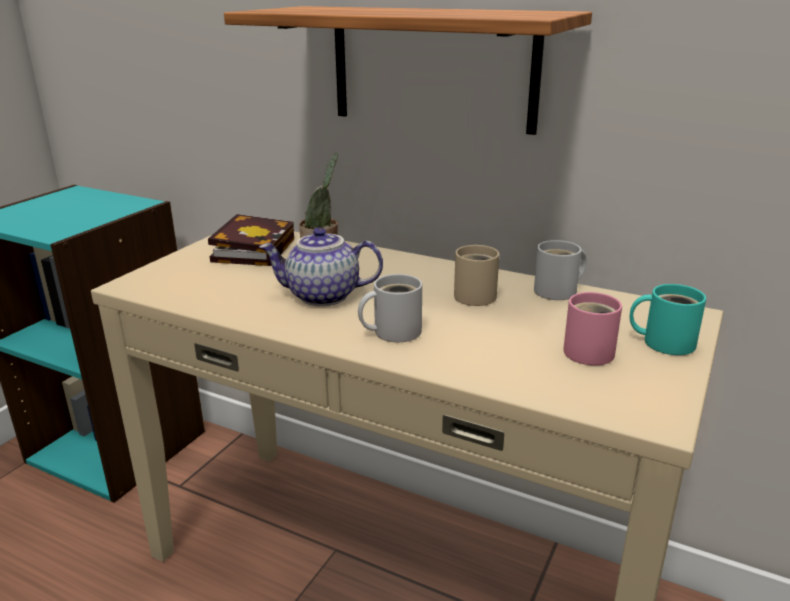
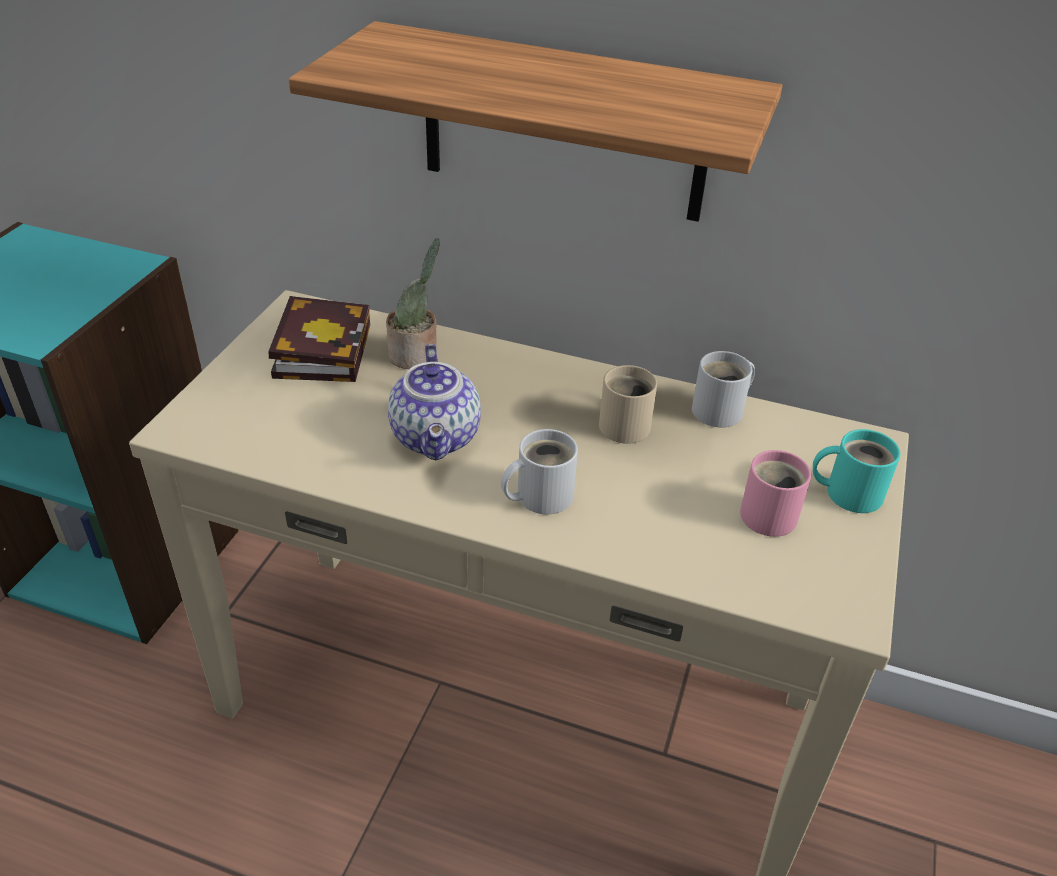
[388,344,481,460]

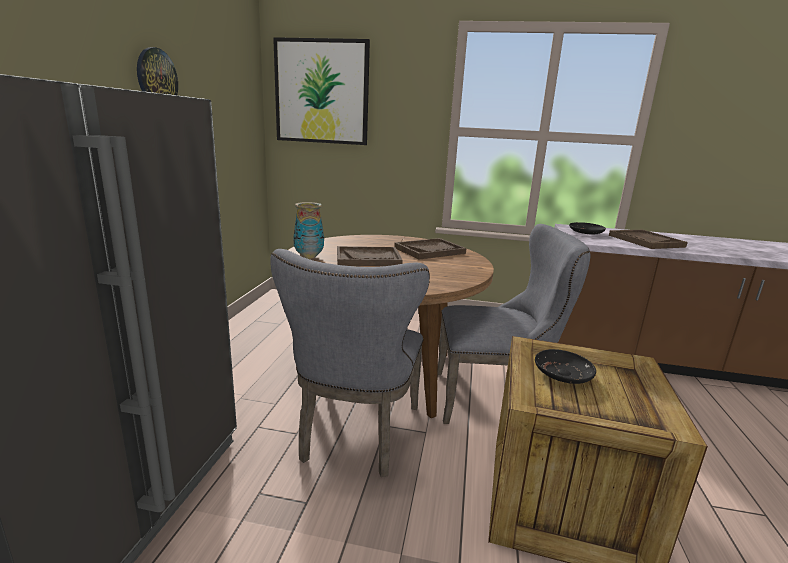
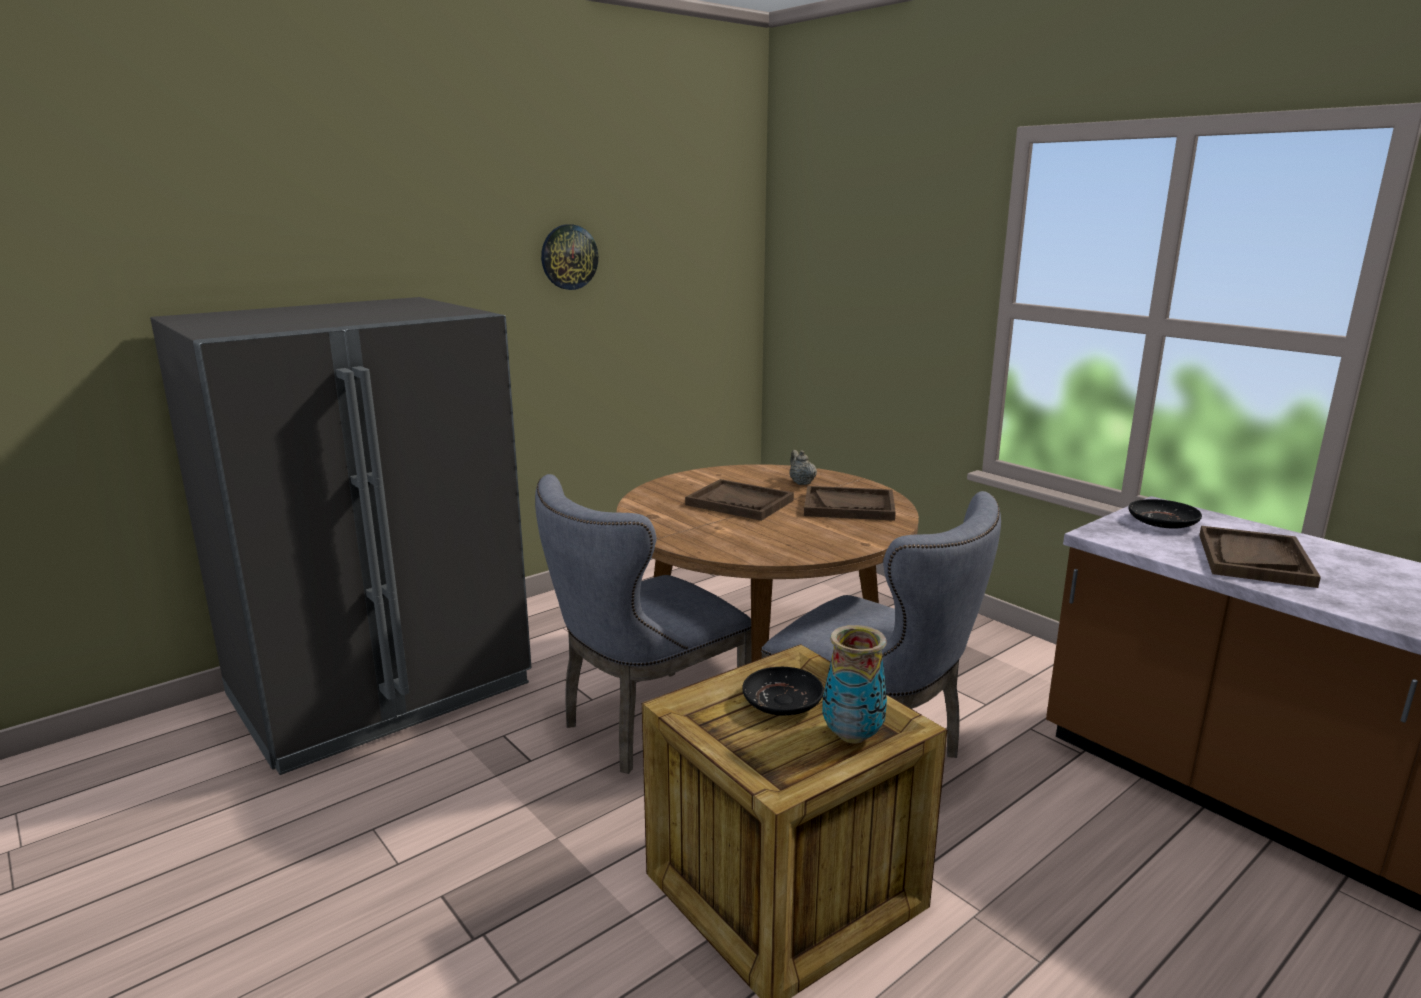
[273,37,370,145] (first image)
[822,625,887,744]
[789,450,817,485]

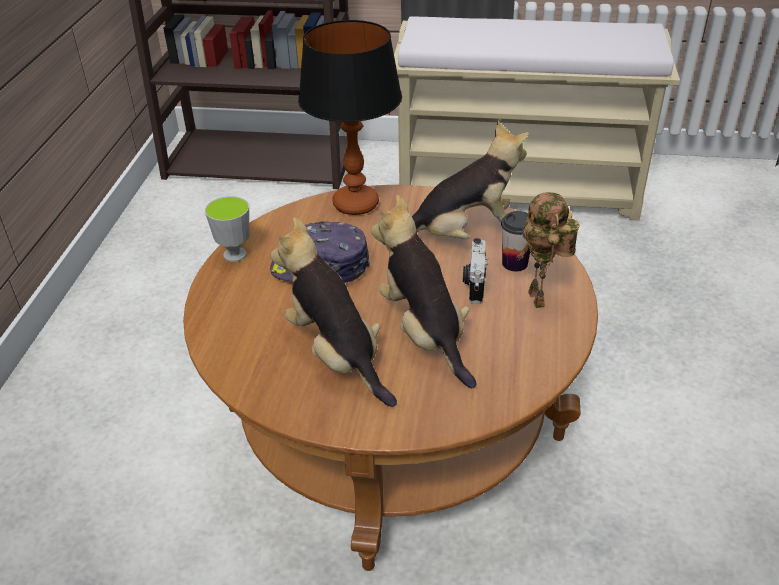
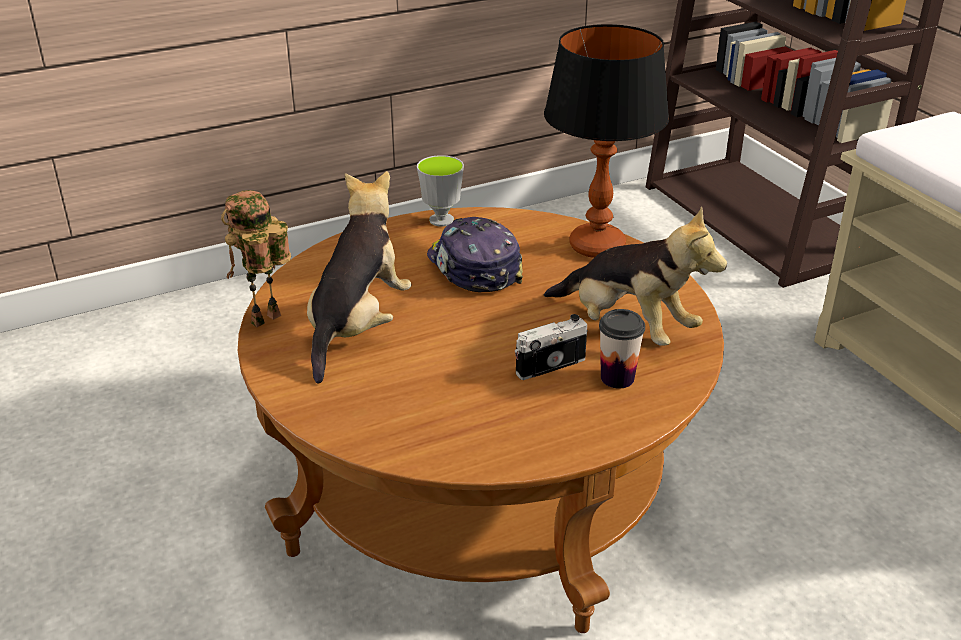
[371,195,476,388] (first image)
[221,190,291,328]

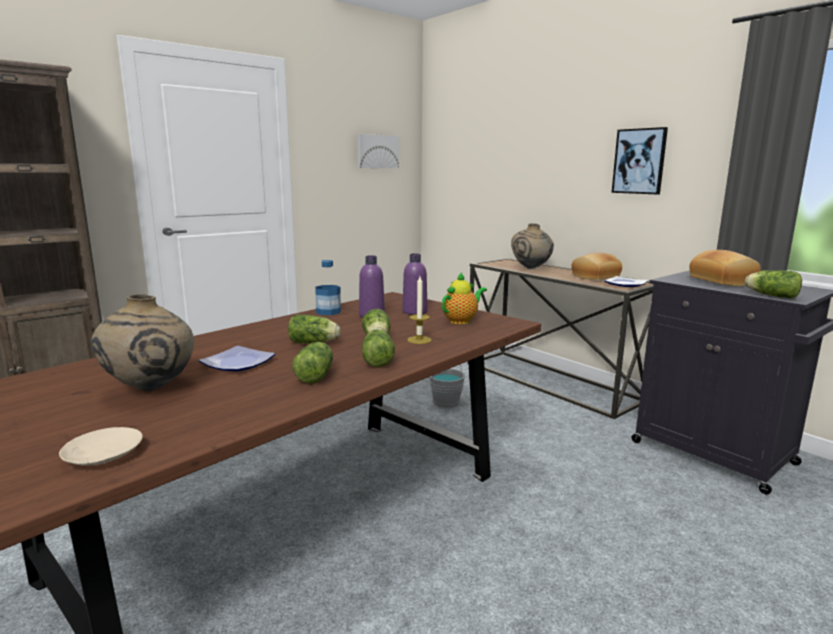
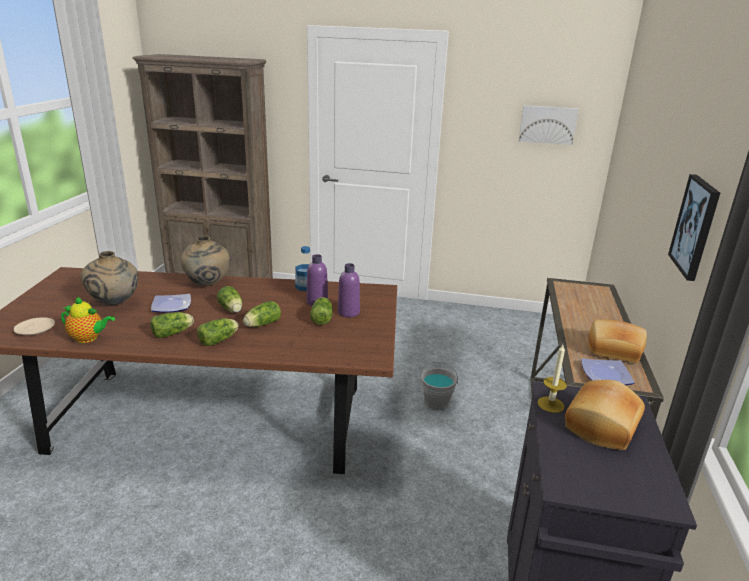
[538,345,567,413]
[61,297,115,343]
[181,236,231,286]
[310,297,333,325]

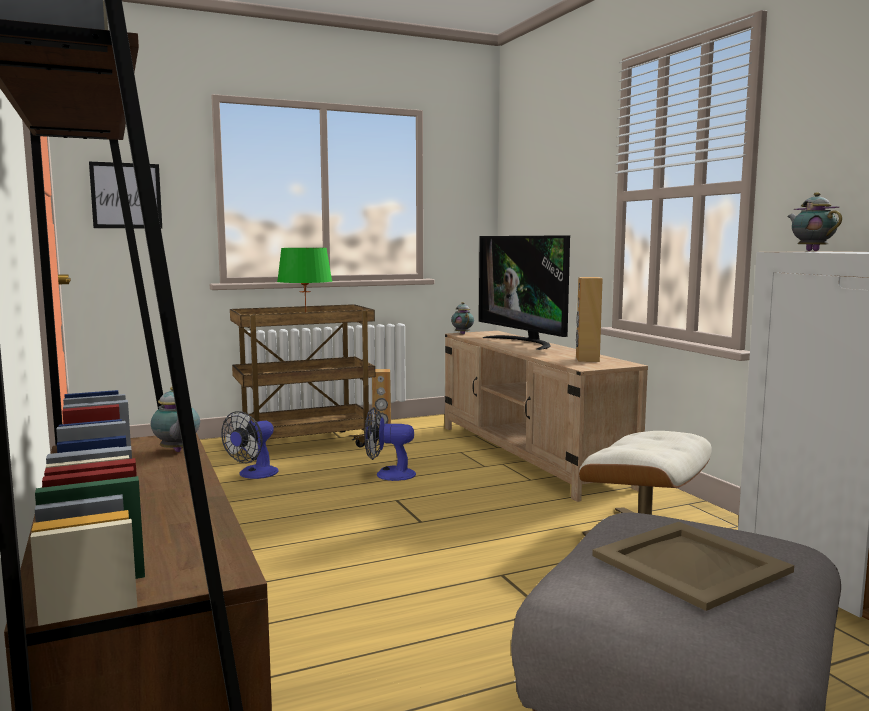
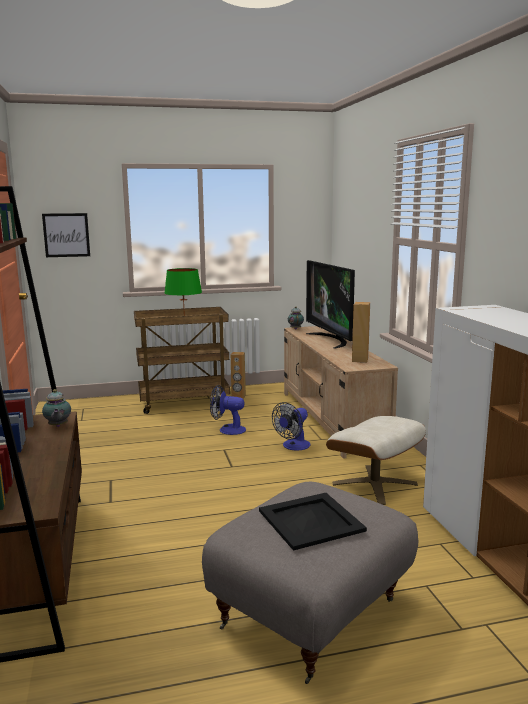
[272,402,310,451]
[259,493,367,551]
[787,192,842,251] (first image)

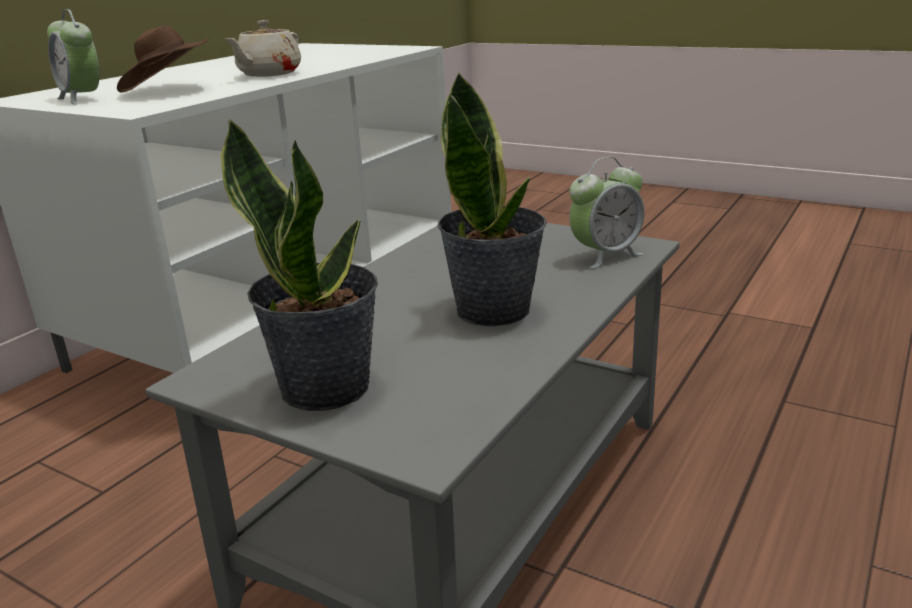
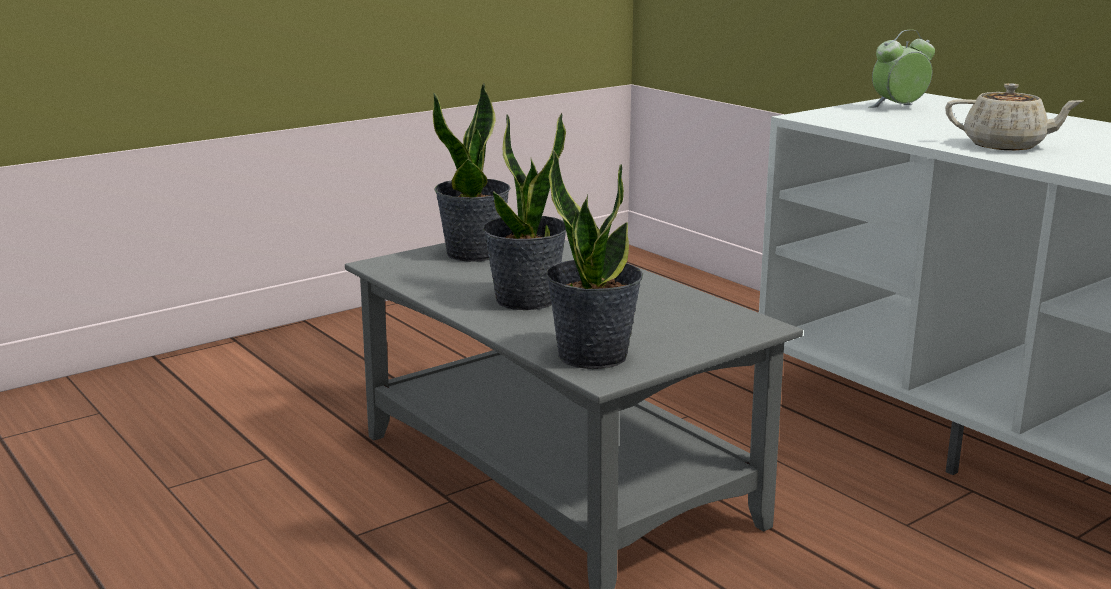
[117,26,209,93] (first image)
[945,83,1083,150]
[545,150,643,369]

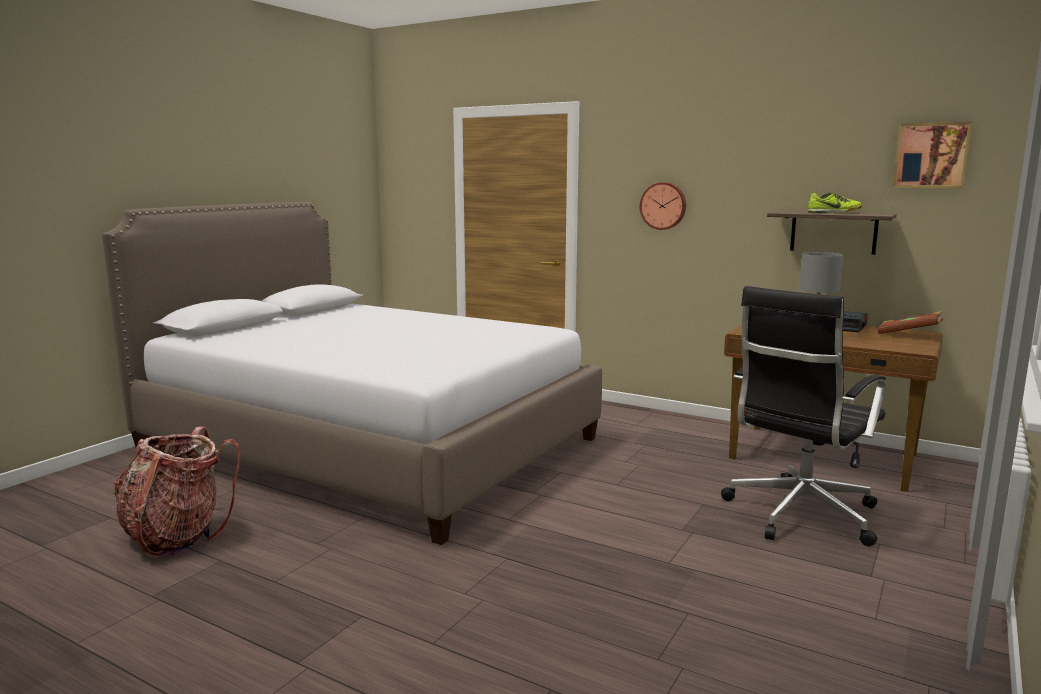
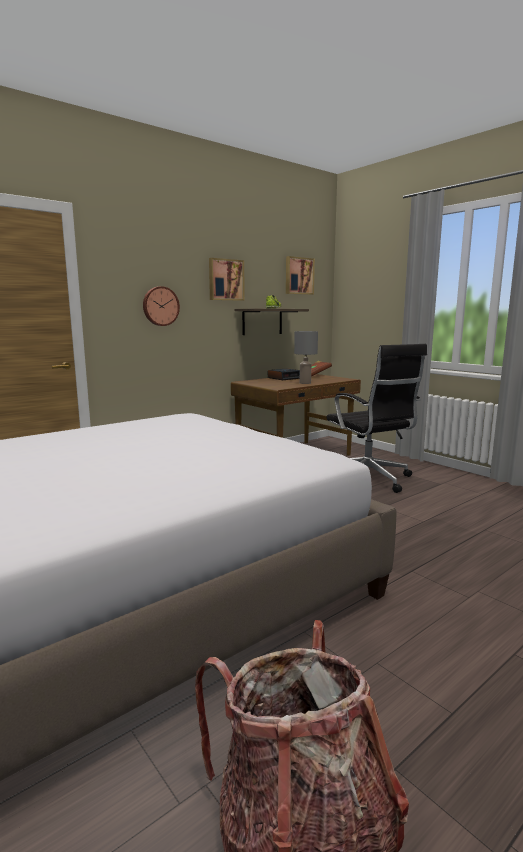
[209,258,245,301]

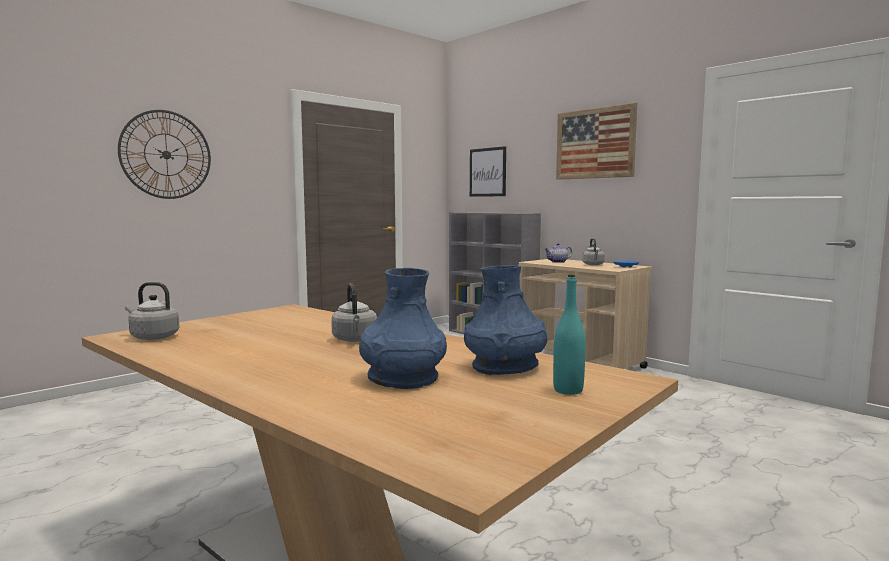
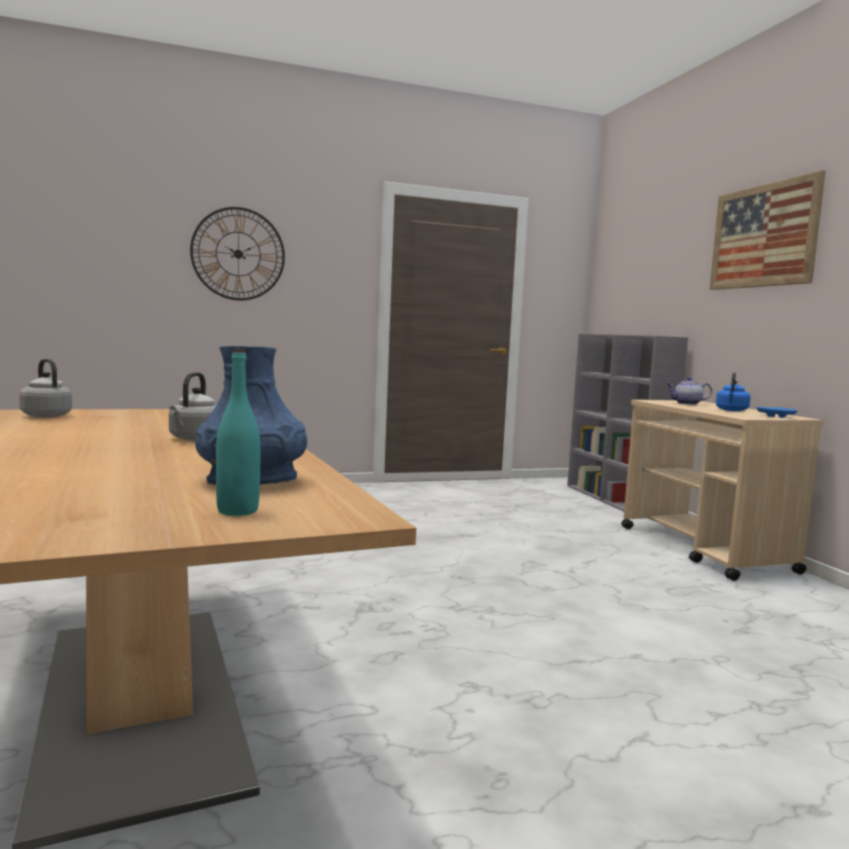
[359,268,447,389] (first image)
[470,146,506,197] (first image)
[716,372,751,411]

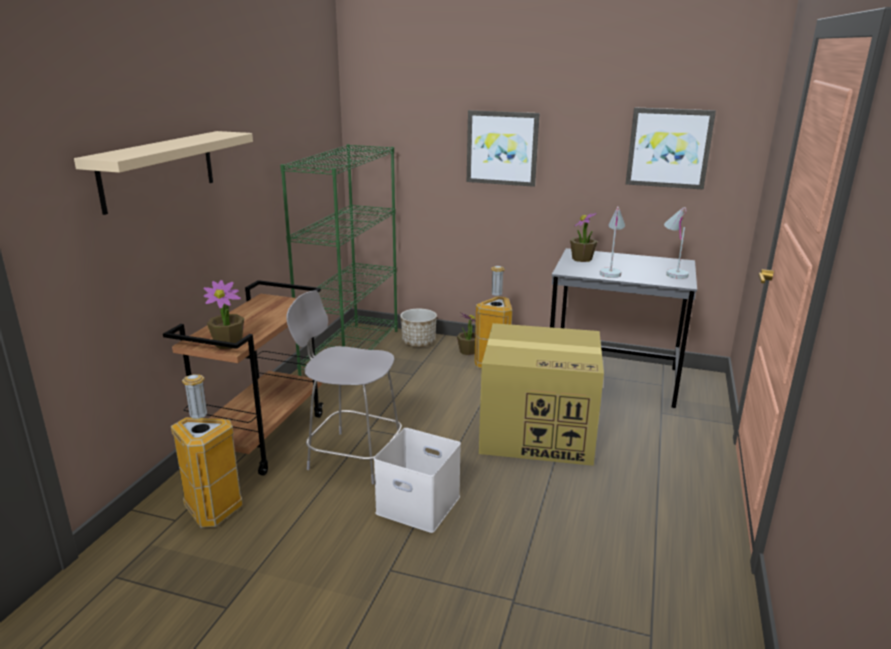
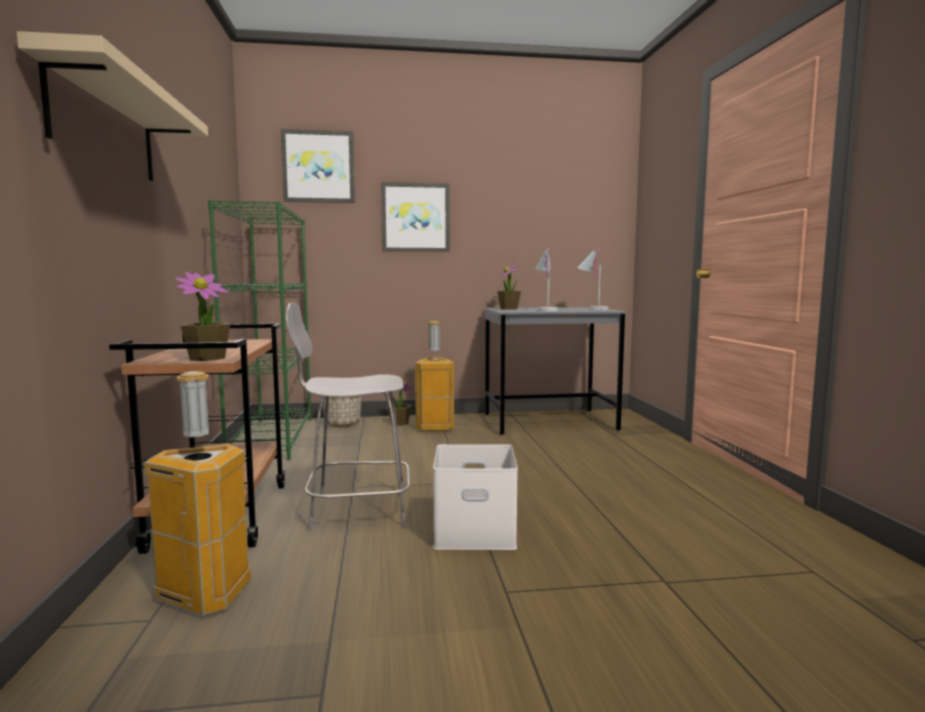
[479,323,604,466] (first image)
[281,129,355,203]

